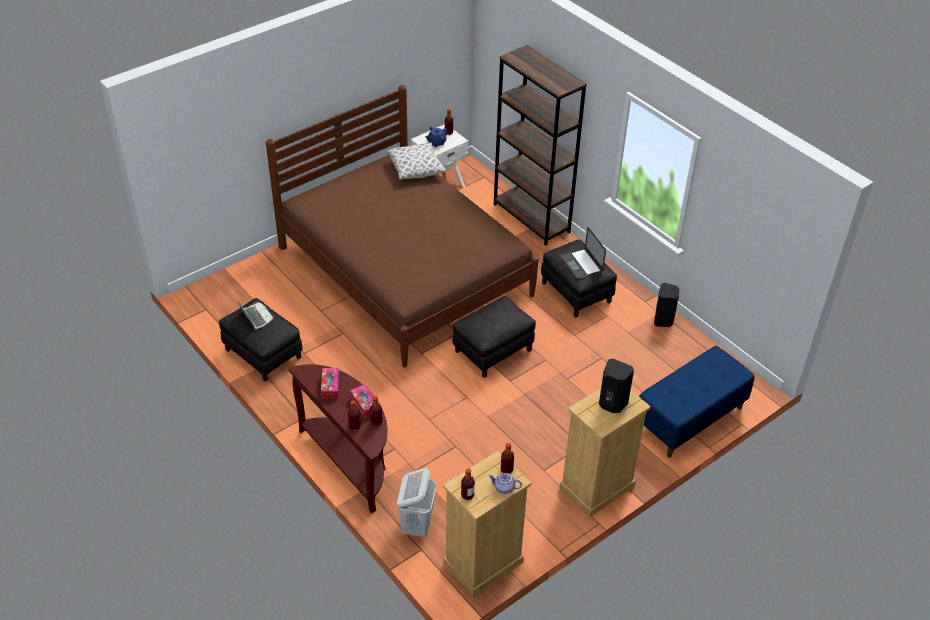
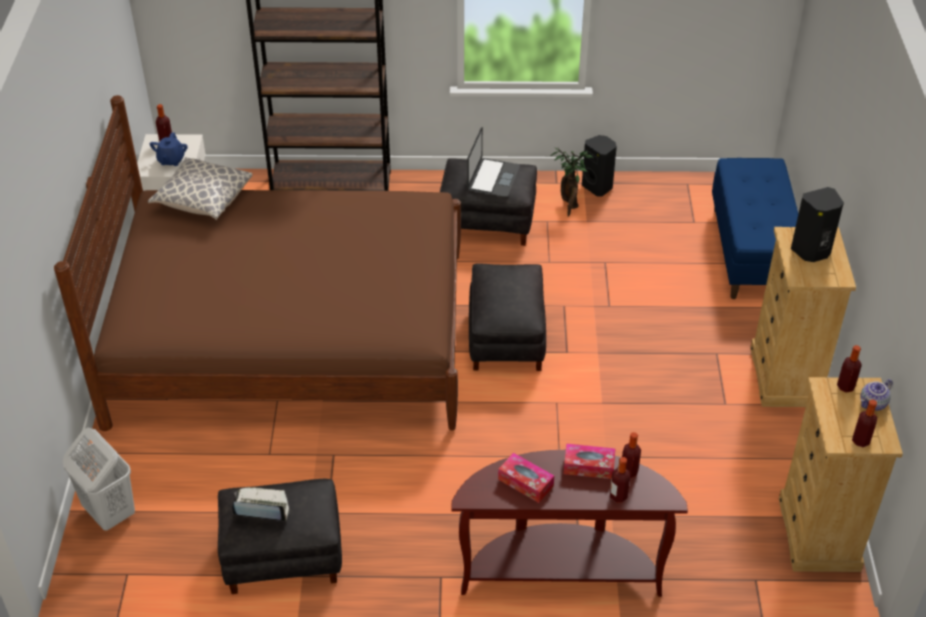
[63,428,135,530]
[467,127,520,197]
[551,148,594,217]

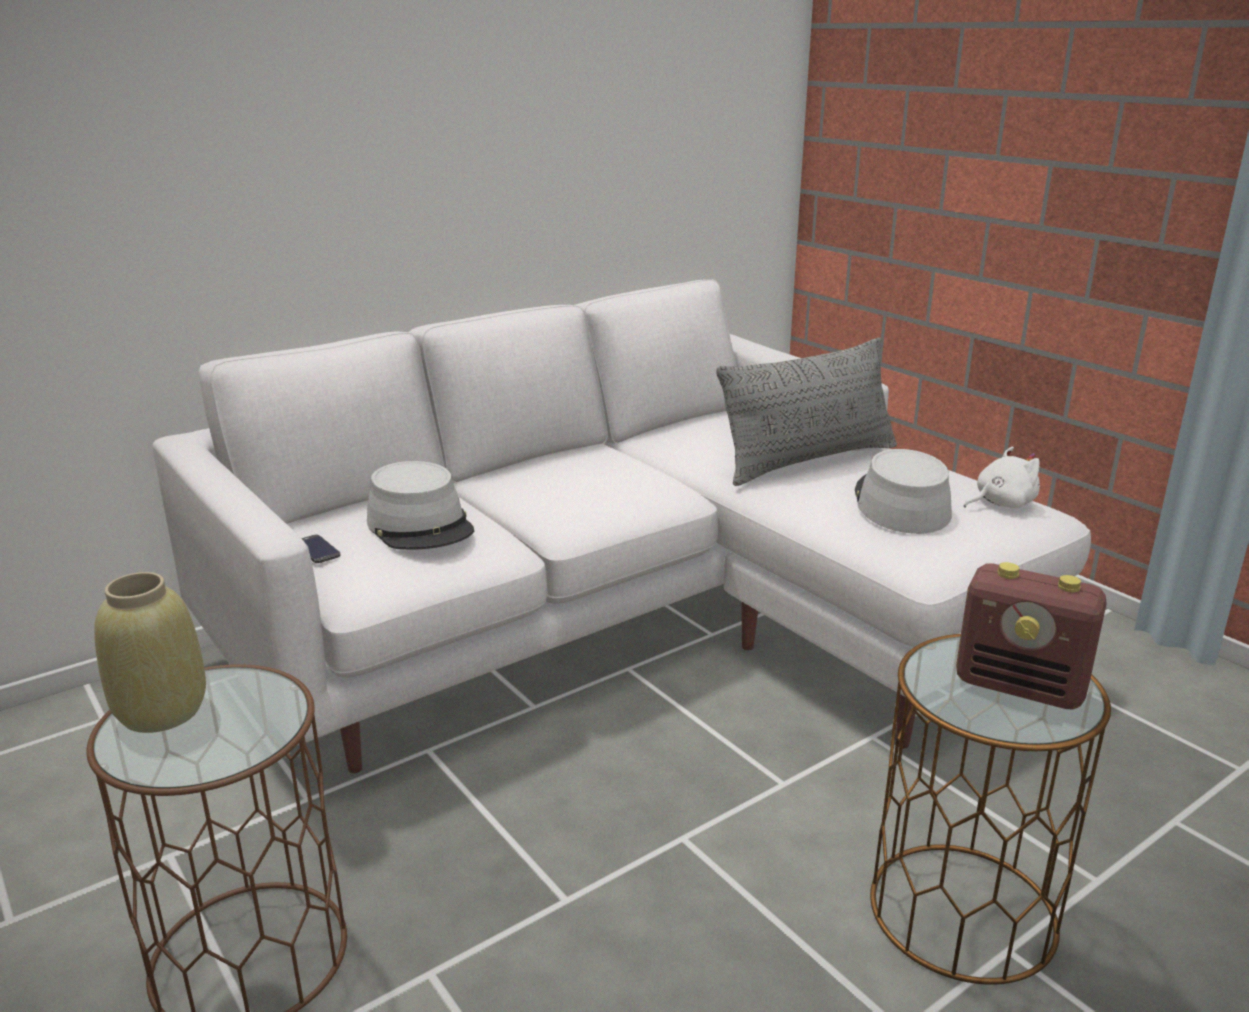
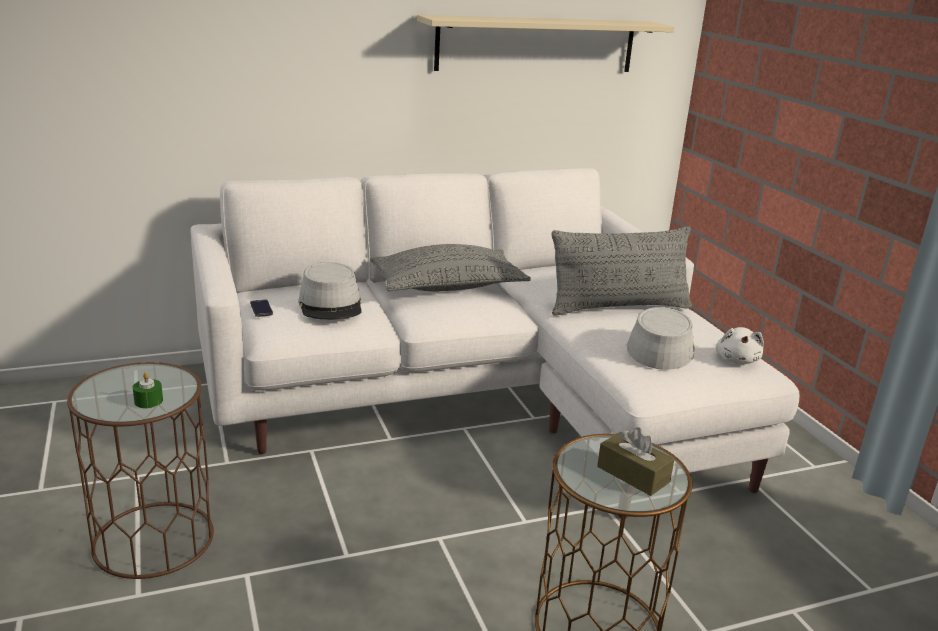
[94,572,206,733] (first image)
[597,427,674,496]
[716,327,764,364]
[133,372,163,408]
[370,244,531,291]
[417,15,675,72]

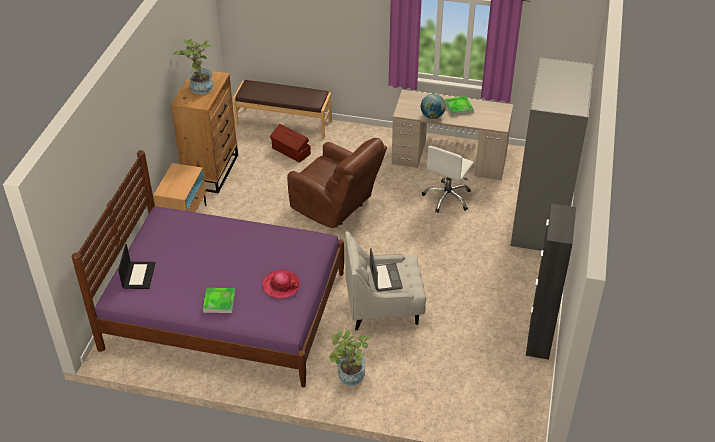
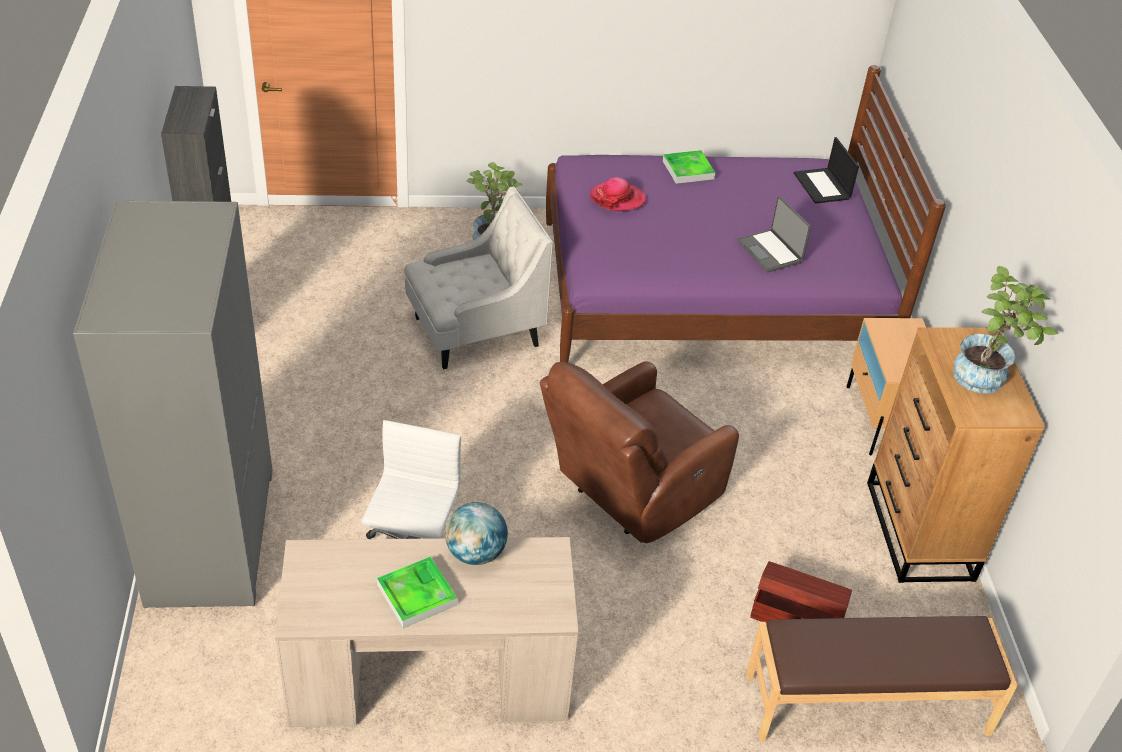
[540,362,739,543]
[737,196,811,272]

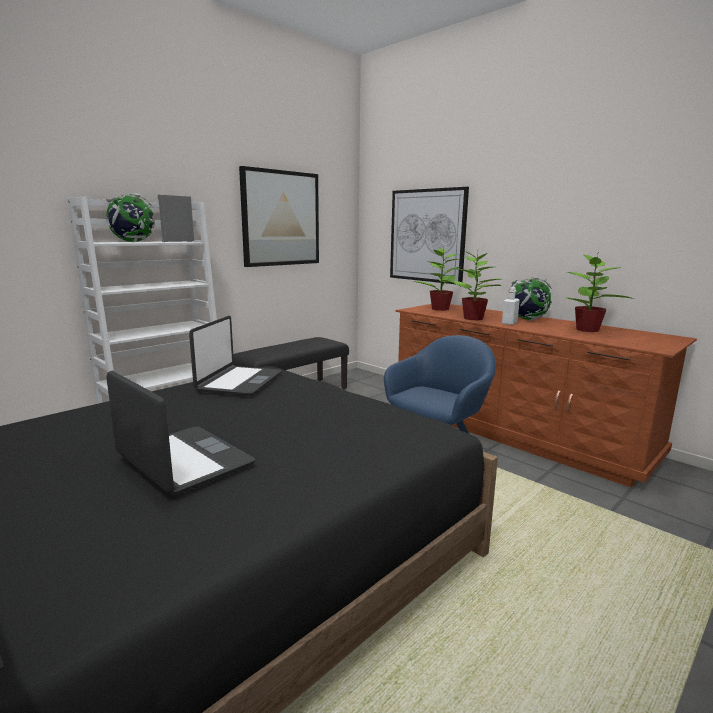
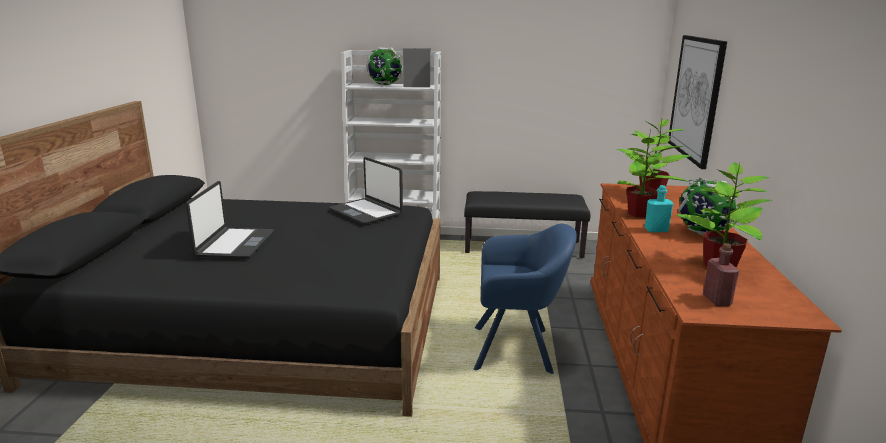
[329,157,403,225]
[239,166,319,267] (first image)
[645,185,673,232]
[703,243,739,306]

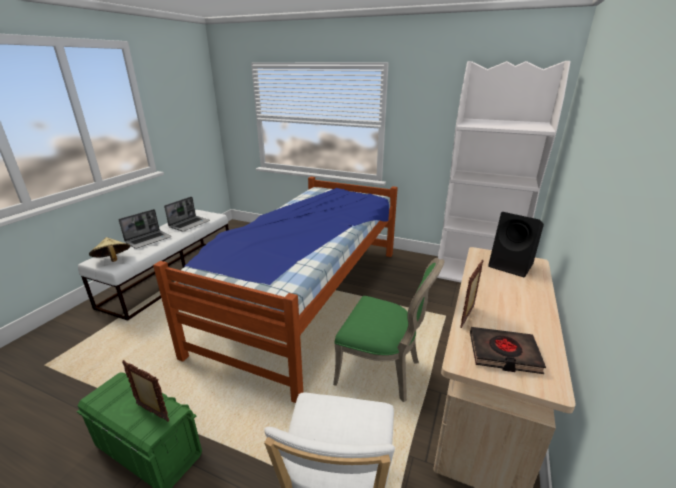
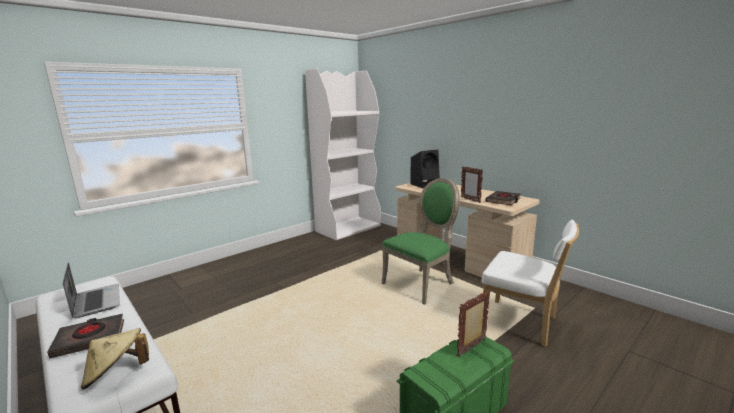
[47,314,124,359]
[153,177,398,403] (first image)

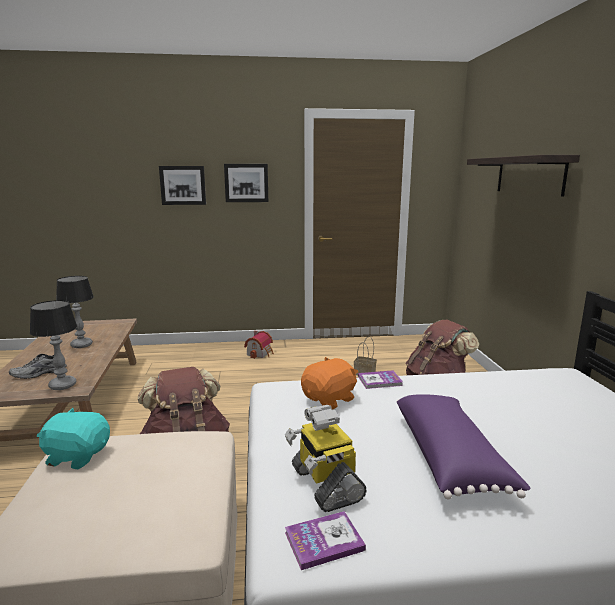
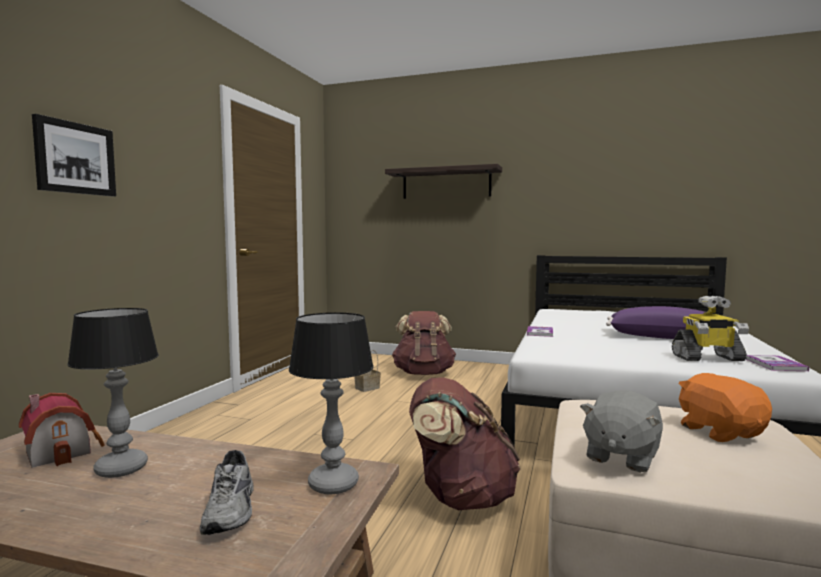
[580,391,663,472]
[224,164,268,202] (first image)
[19,393,105,468]
[679,373,772,442]

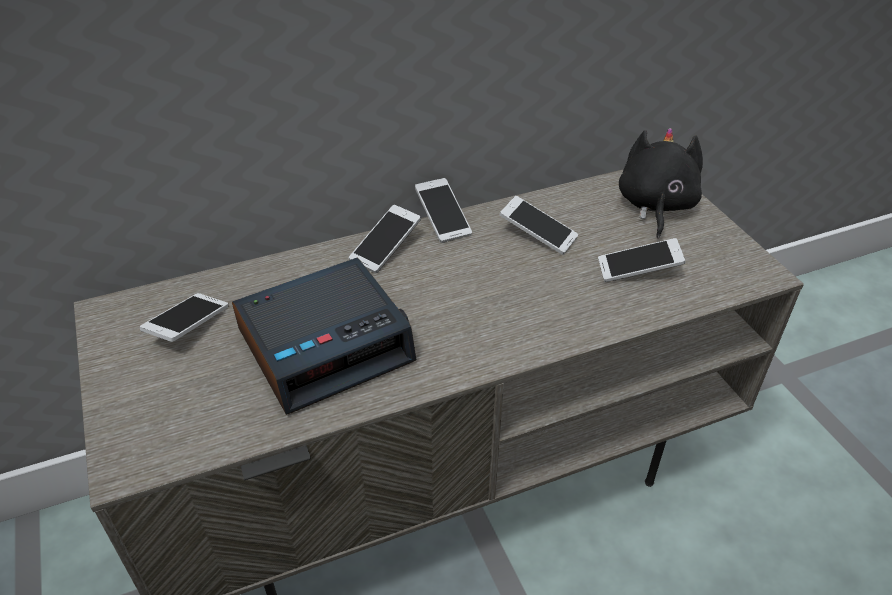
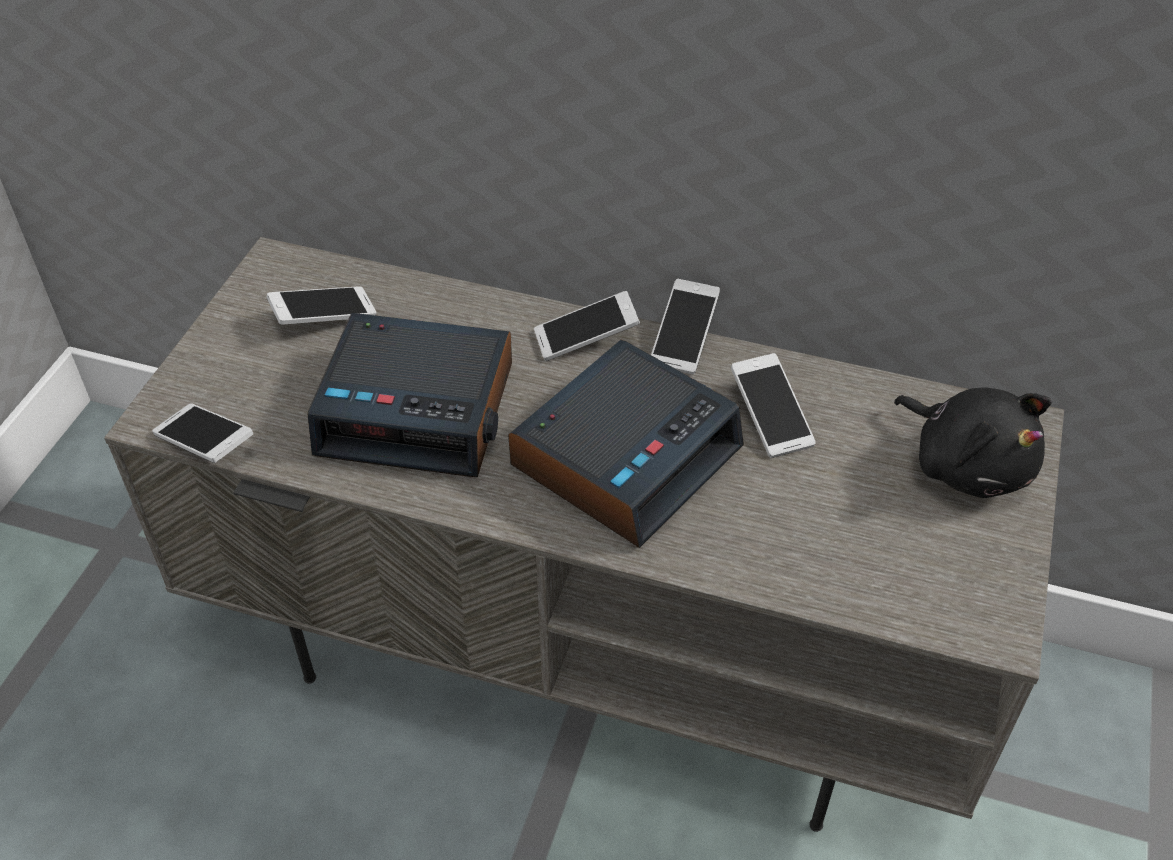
[152,403,253,463]
[894,387,1052,498]
[508,340,744,548]

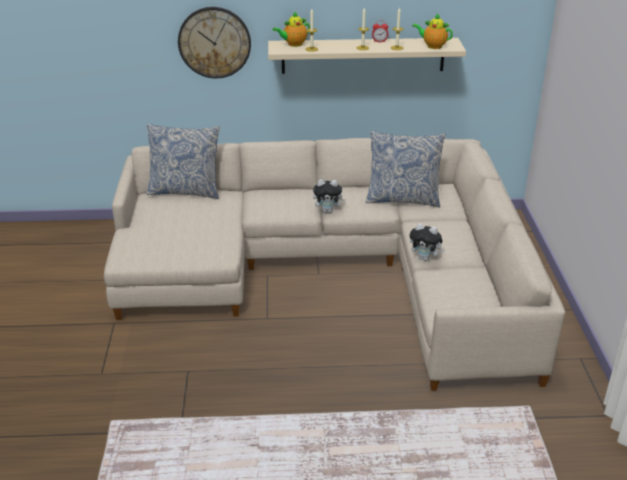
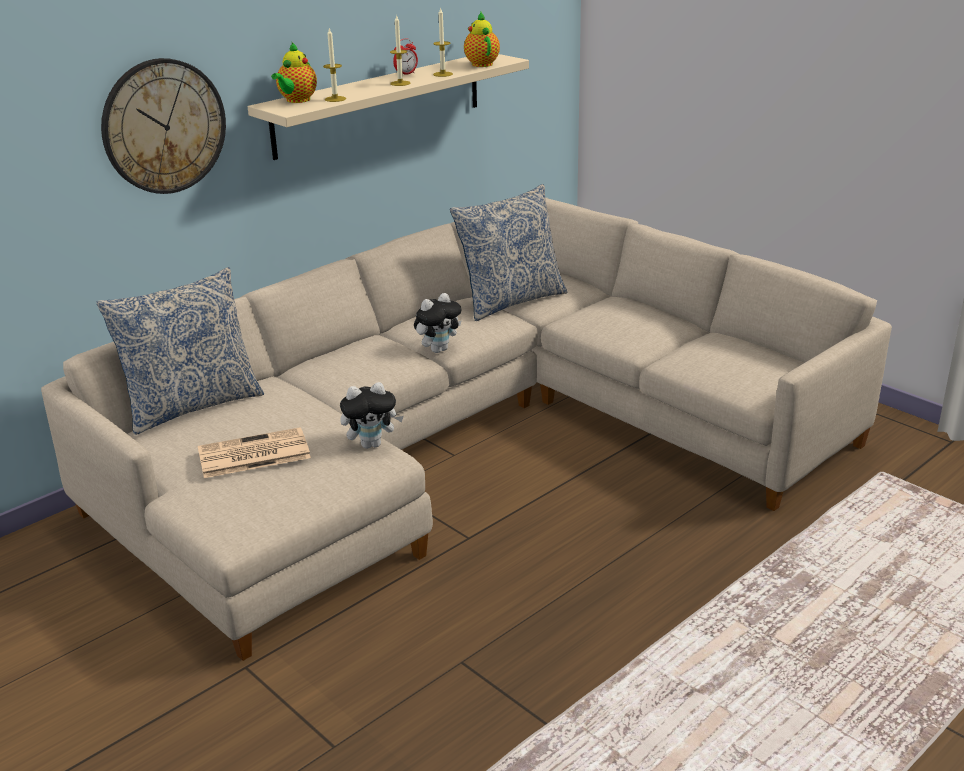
[340,382,404,449]
[464,12,500,67]
[198,427,311,478]

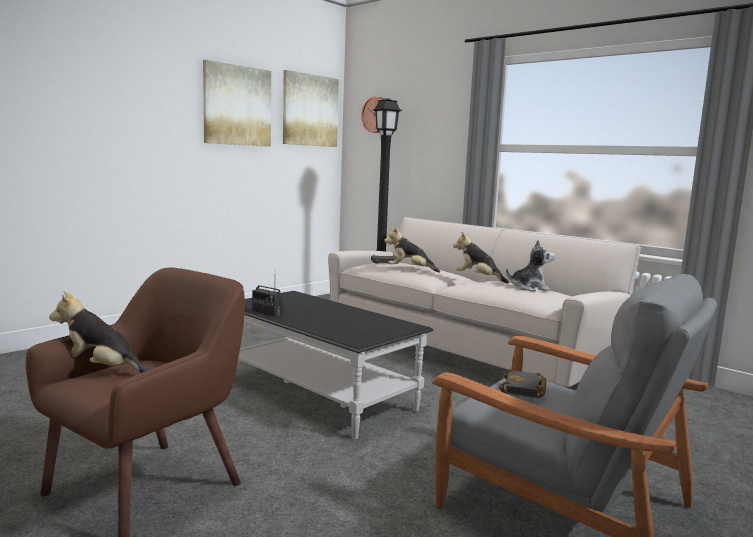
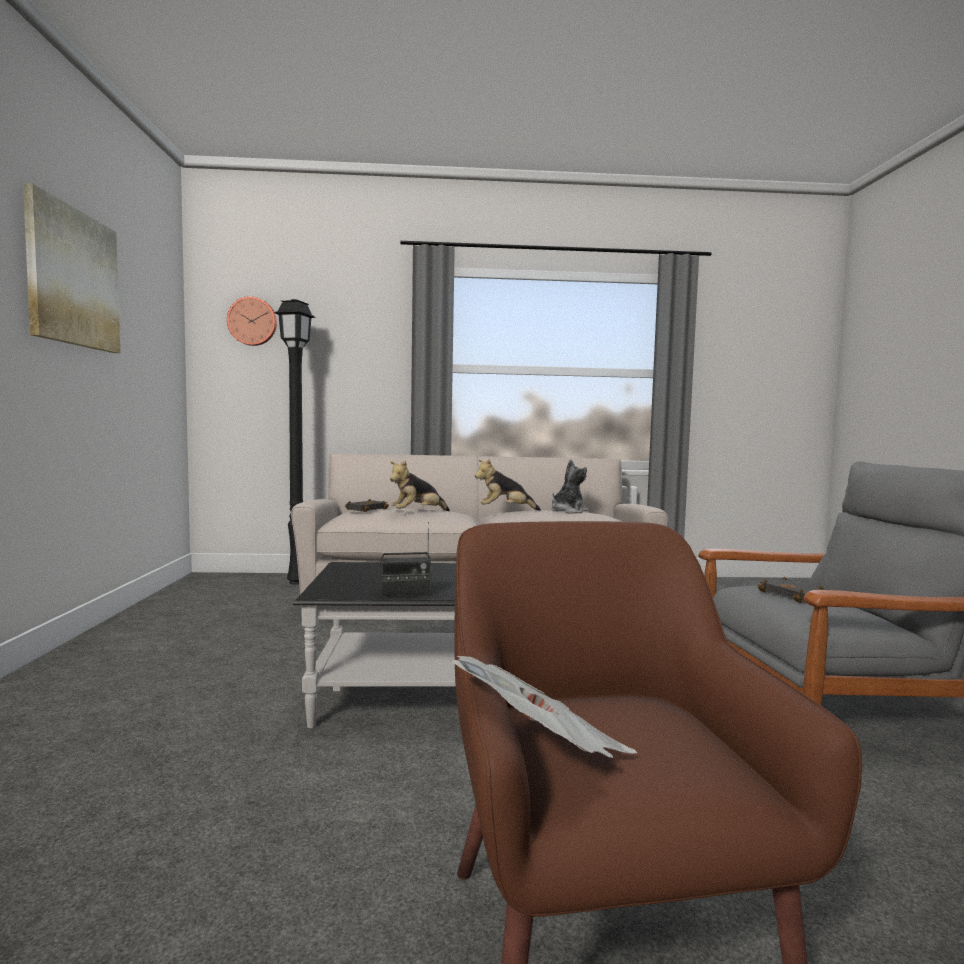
[450,656,638,758]
[283,70,339,147] (first image)

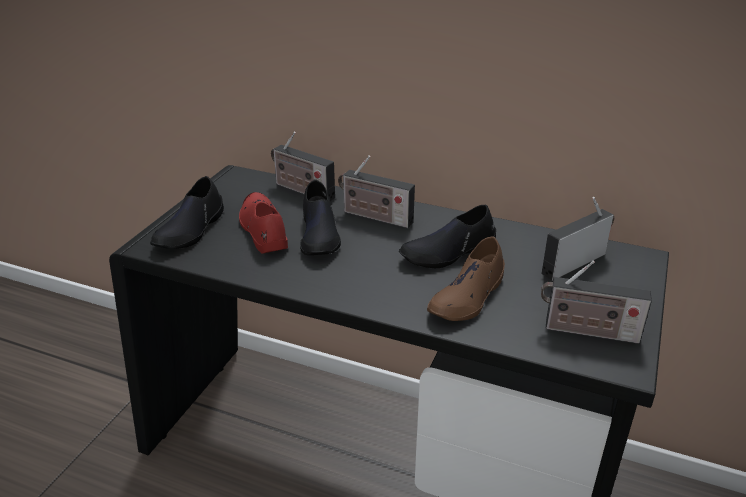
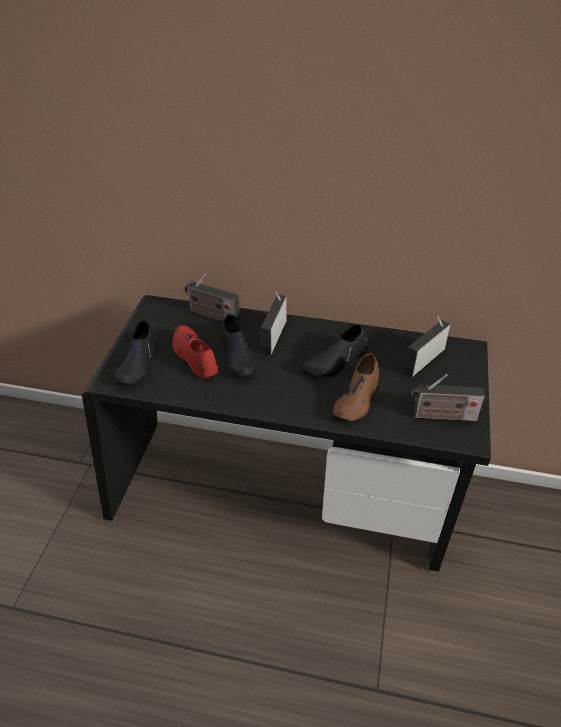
[261,292,287,355]

